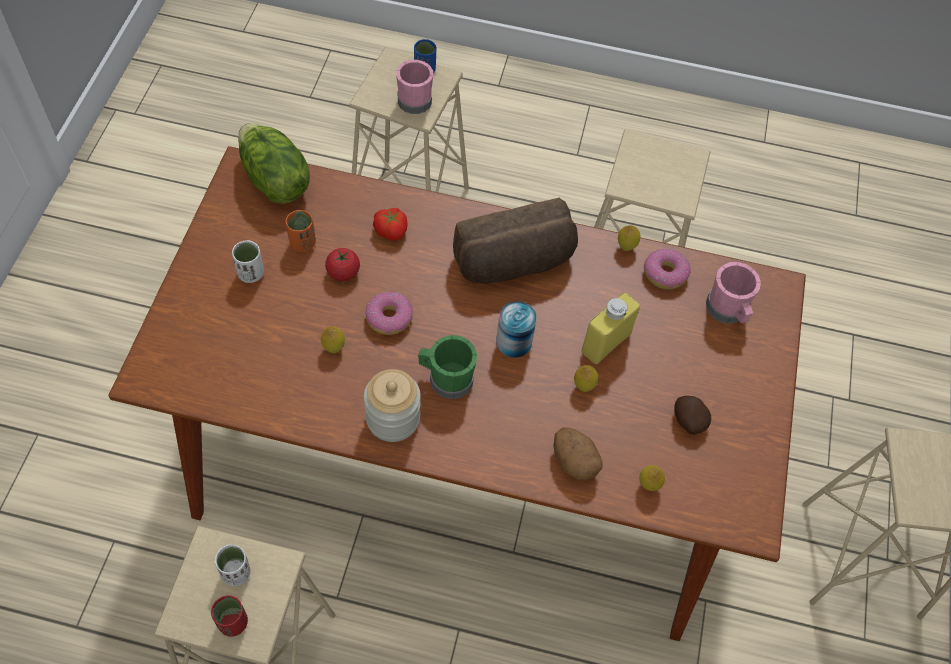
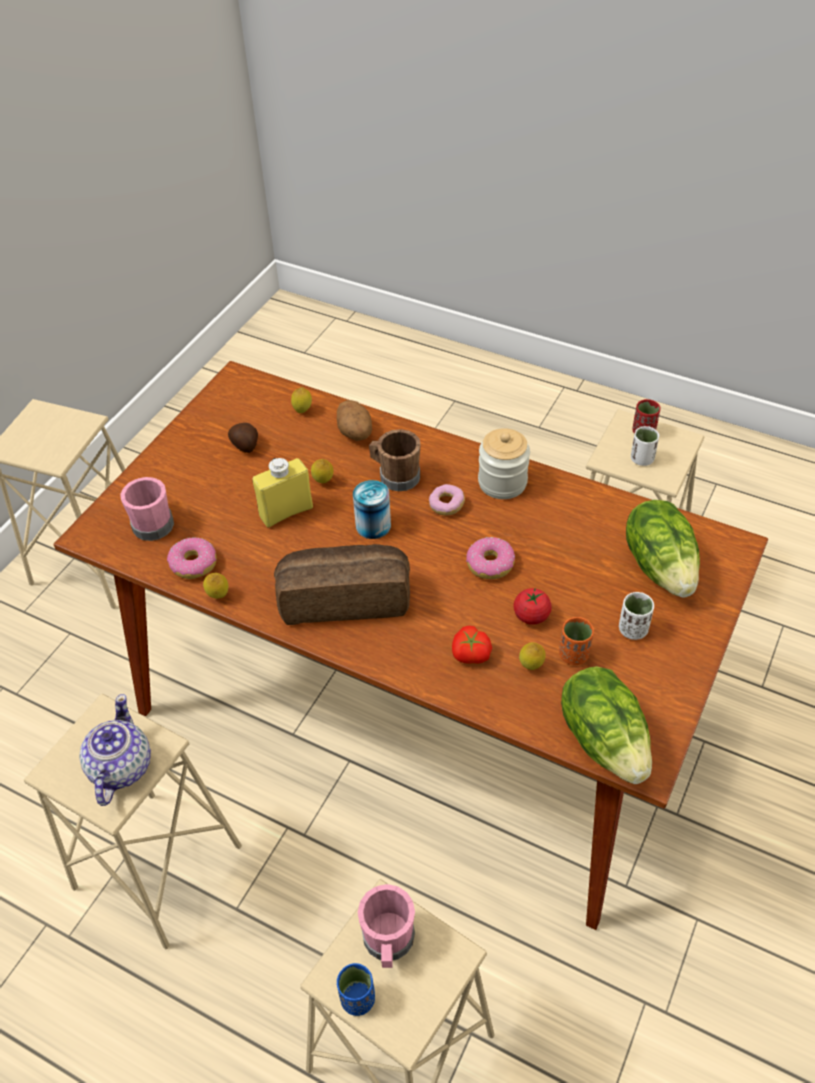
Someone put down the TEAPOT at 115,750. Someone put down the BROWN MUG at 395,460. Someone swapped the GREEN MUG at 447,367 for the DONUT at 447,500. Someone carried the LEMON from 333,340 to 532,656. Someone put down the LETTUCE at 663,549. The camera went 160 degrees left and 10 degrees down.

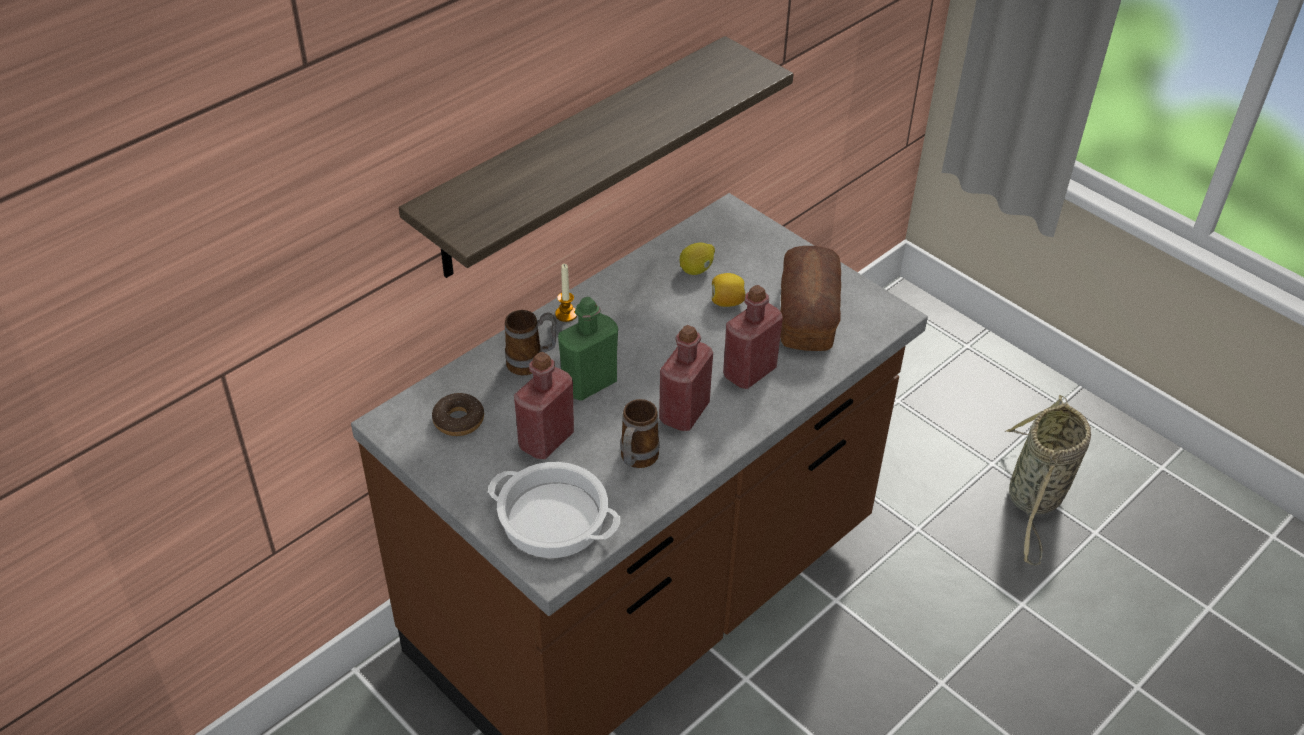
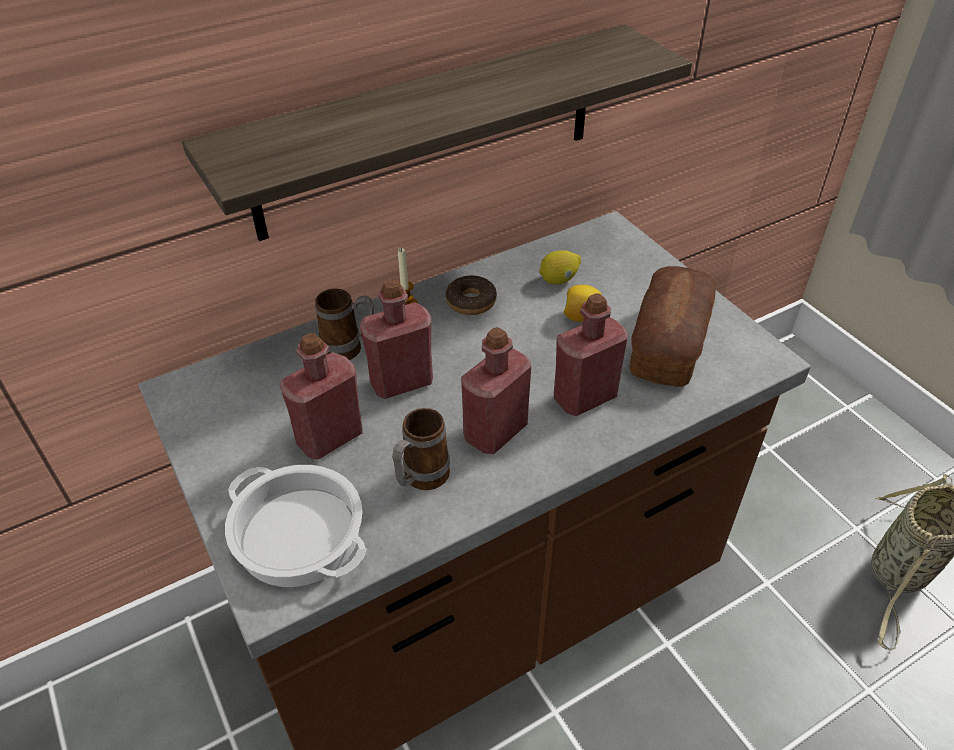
Someone repainted the GREEN BOTTLE at 588,349, which became the RED BOTTLE at 396,339. Someone carried the DONUT from 458,414 to 471,295. The camera went 15 degrees right and 0 degrees up.

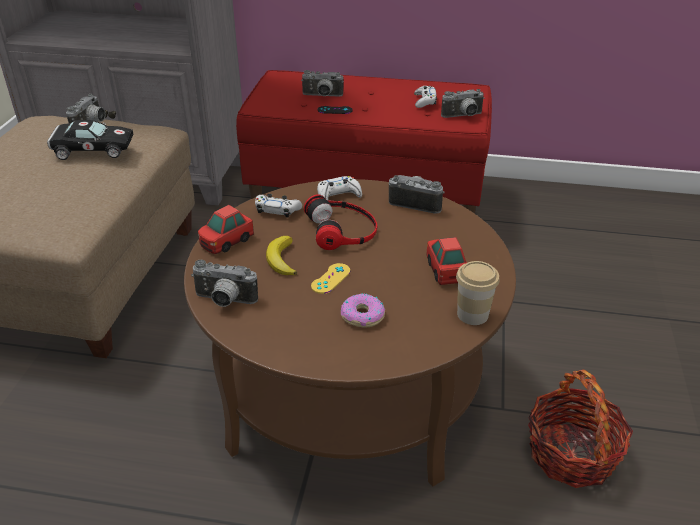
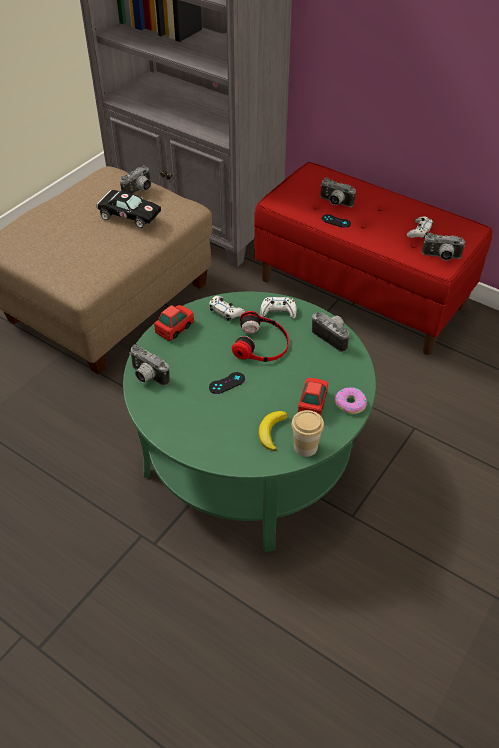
Someone repainted the BROWN COFFEE TABLE at 350,333, which became the GREEN COFFEE TABLE at 249,422. Someone rotated the TOY CAR at 226,229 by 150 degrees clockwise. Someone repainted the YELLOW GAME CONTROLLER at 330,278, which became the BLACK GAME CONTROLLER at 227,383. Someone carried the BANANA from 281,255 to 273,431. Someone carried the DONUT from 363,310 to 350,400. Someone took away the BASKET at 580,428. The camera went 25 degrees right and 10 degrees up.

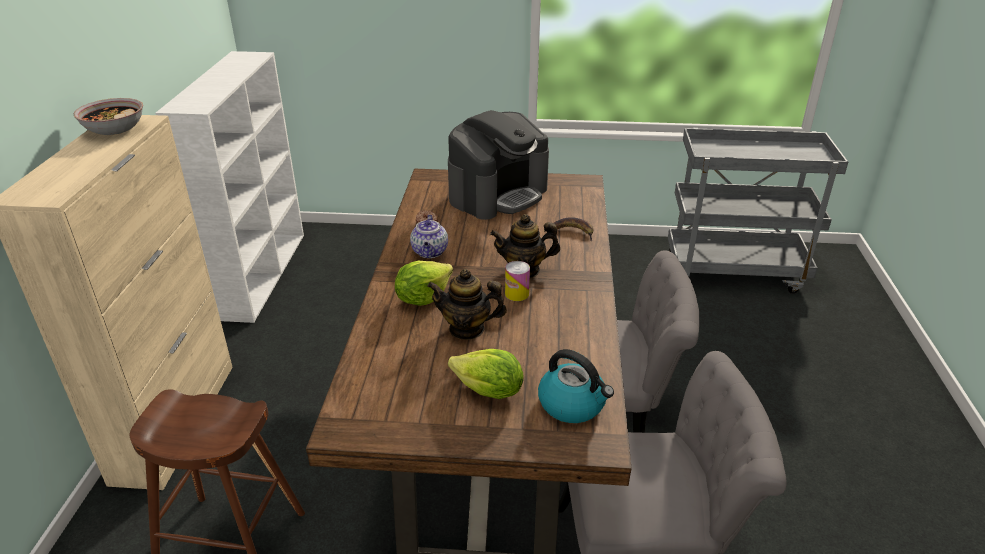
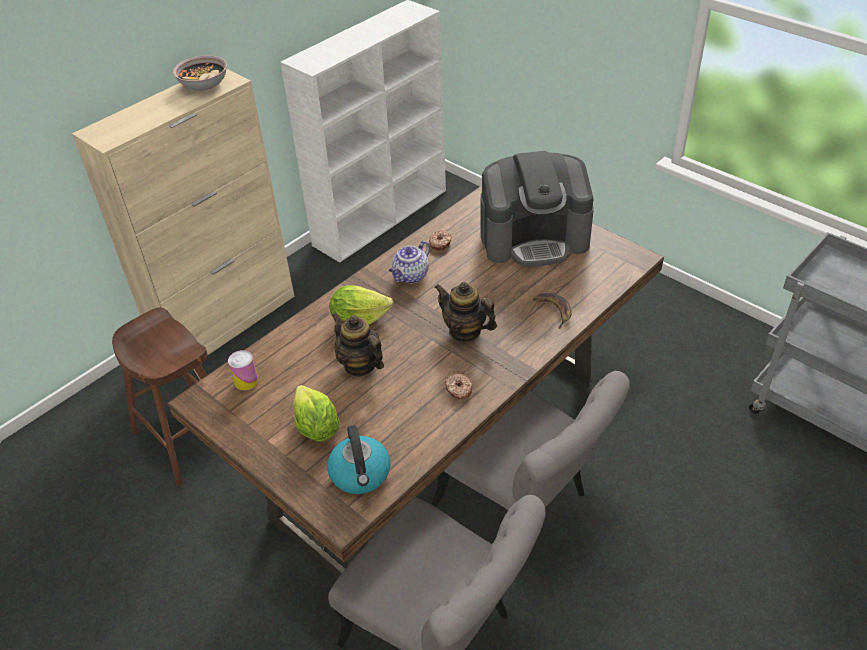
Someone carried the CAN from 517,281 to 243,370. Someone put down the DONUT at 458,386. The camera went 40 degrees right and 10 degrees up.

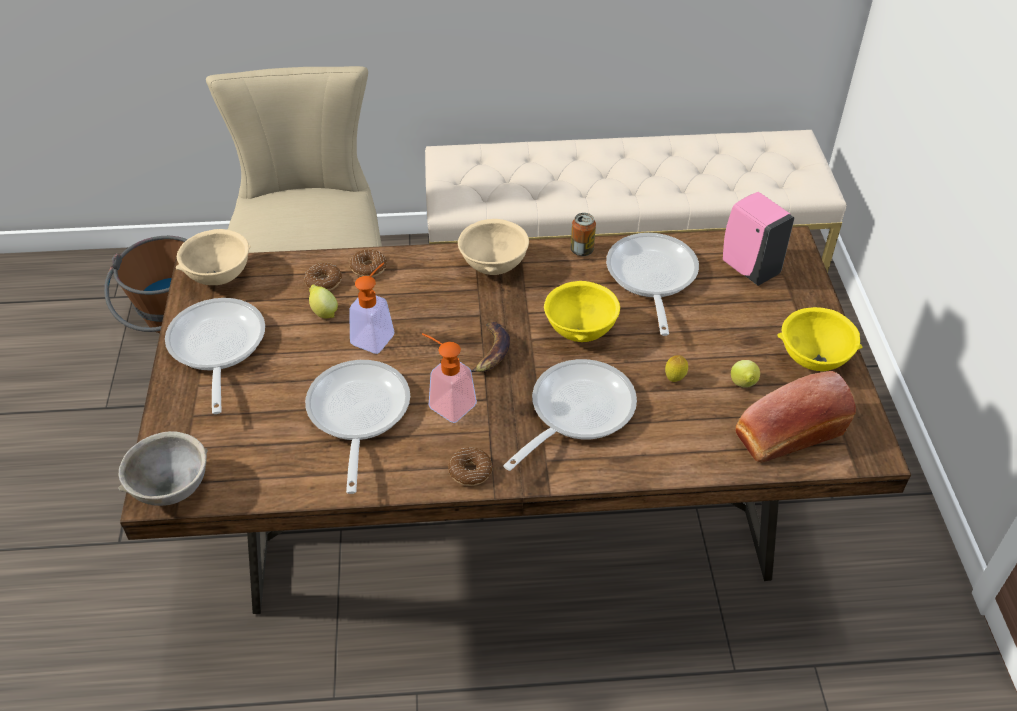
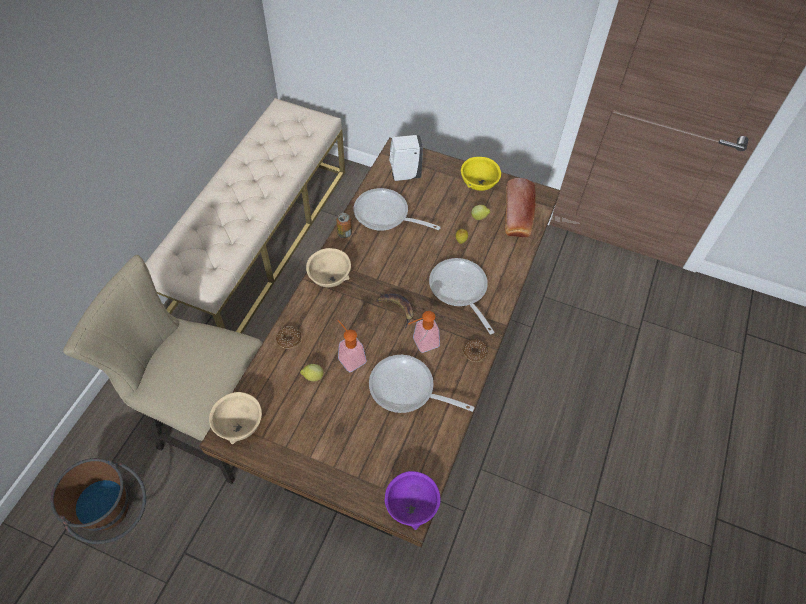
Someone repainted the GREY BOWL at 163,468, which became the PURPLE BOWL at 413,500. Someone repainted the PINK SOAP DISPENSER at 758,239, which became the WHITE SOAP DISPENSER at 406,158. Someone took away the FRYING PAN at 215,356. Someone took away the DONUT at 323,277. Someone took away the YELLOW BOWL at 582,311. The camera went 65 degrees left and 10 degrees up.

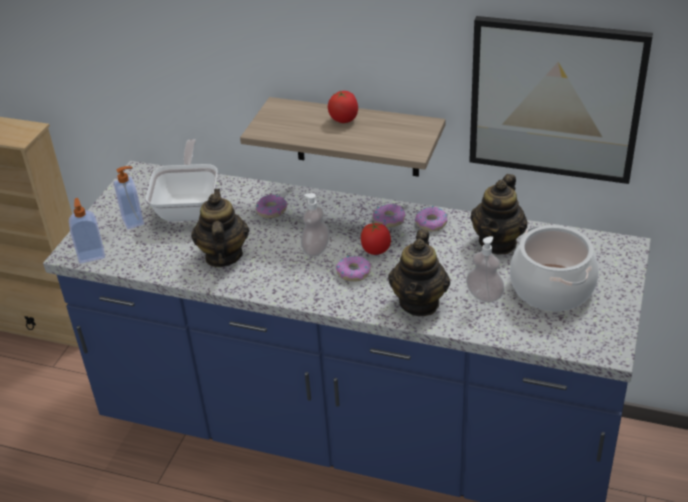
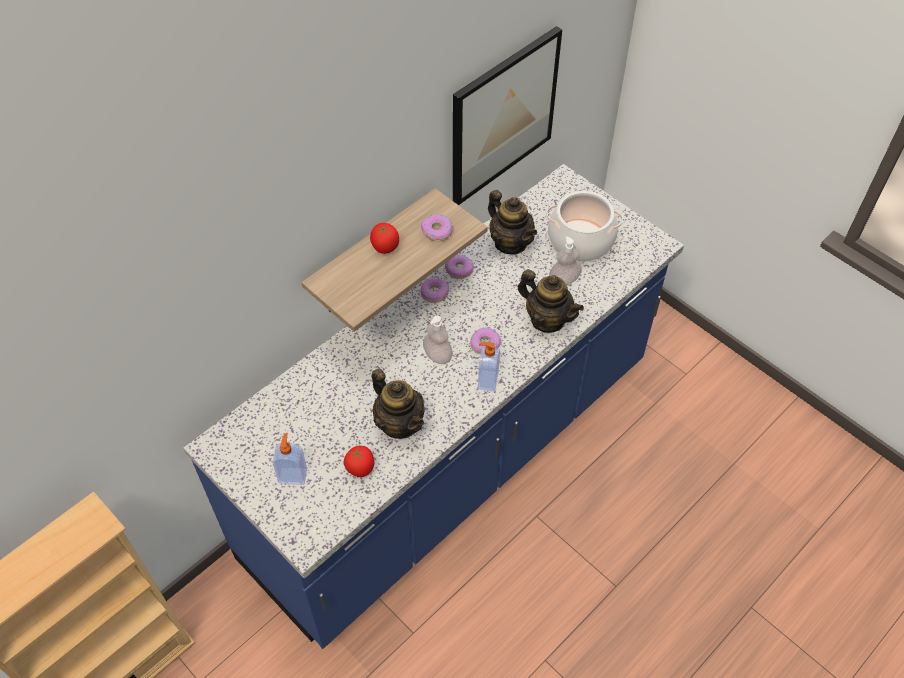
Someone carried the TOMATO from 376,238 to 359,461. Someone rotated the TEAPOT at 220,228 by 150 degrees counterclockwise. Someone carried the DONUT from 271,206 to 437,227. Someone carried the SOAP DISPENSER from 87,230 to 489,367. Someone took away the FRYING PAN at 182,180. The camera went 65 degrees left and 15 degrees up.

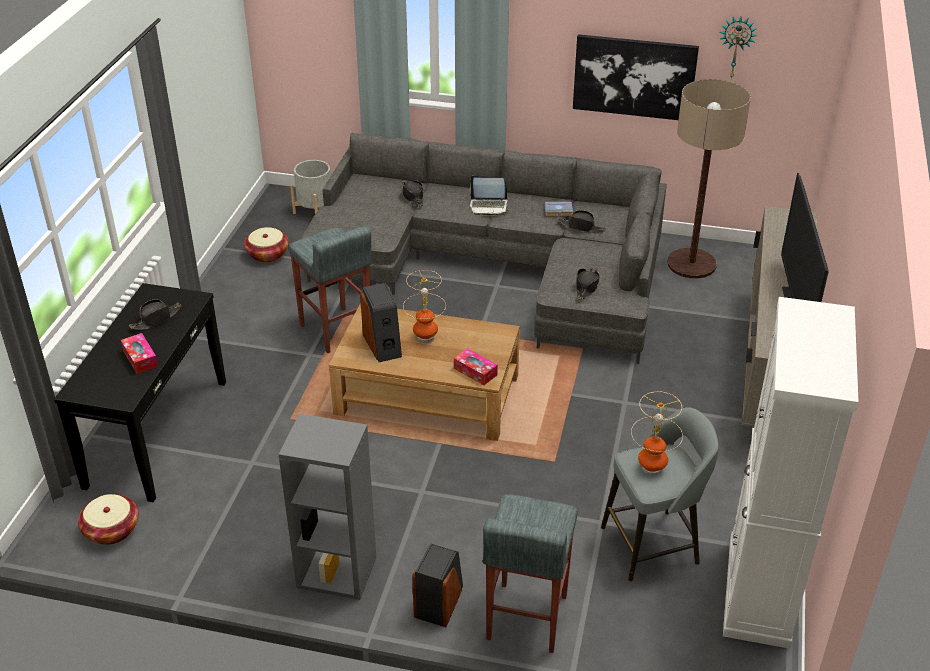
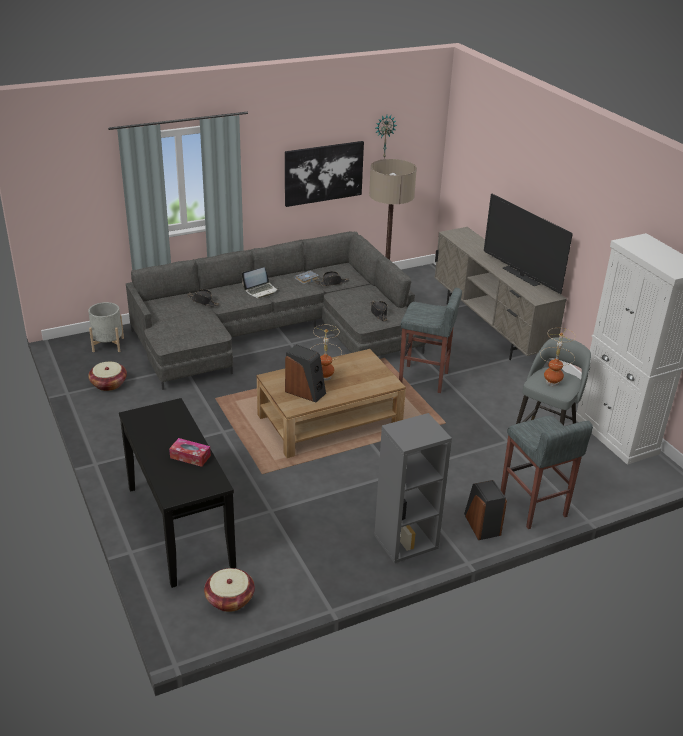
Someone carried the GREY STOOL from 330,289 to 430,340. Someone took away the BLACK HAT at 155,314. Someone took away the TISSUE BOX at 476,366. The camera went 40 degrees left and 5 degrees down.

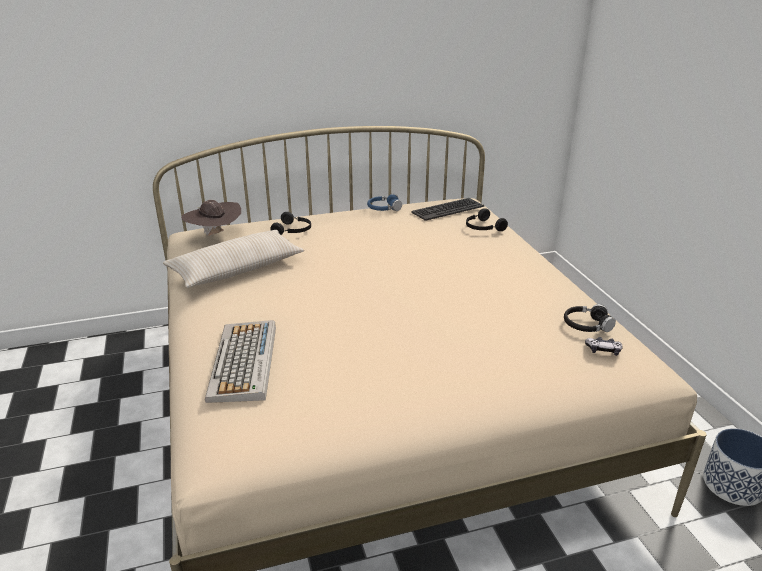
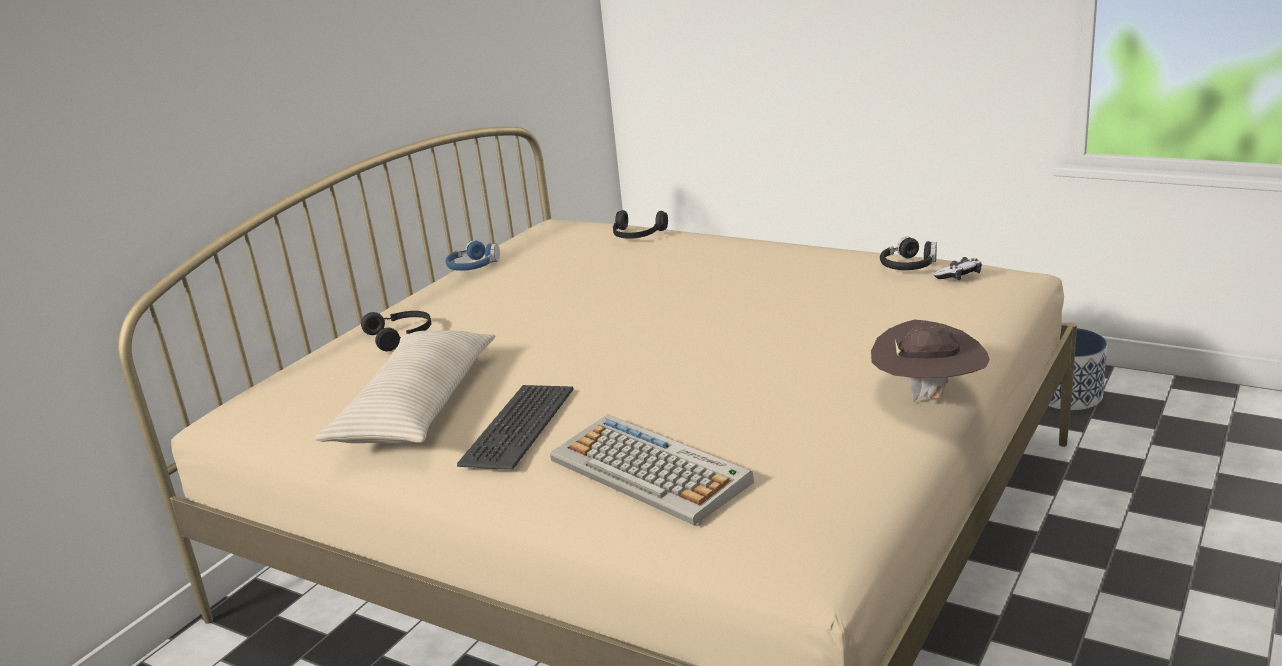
Someone carried the KEYBOARD from 447,209 to 515,427. Someone carried the BROWN HAT from 211,218 to 930,360. The camera went 40 degrees left and 5 degrees down.

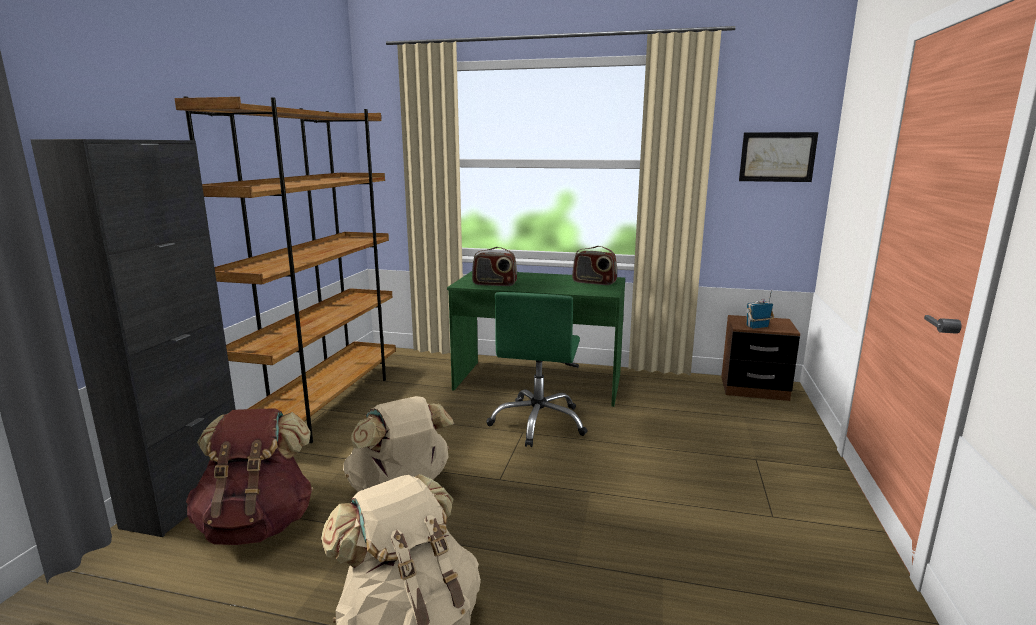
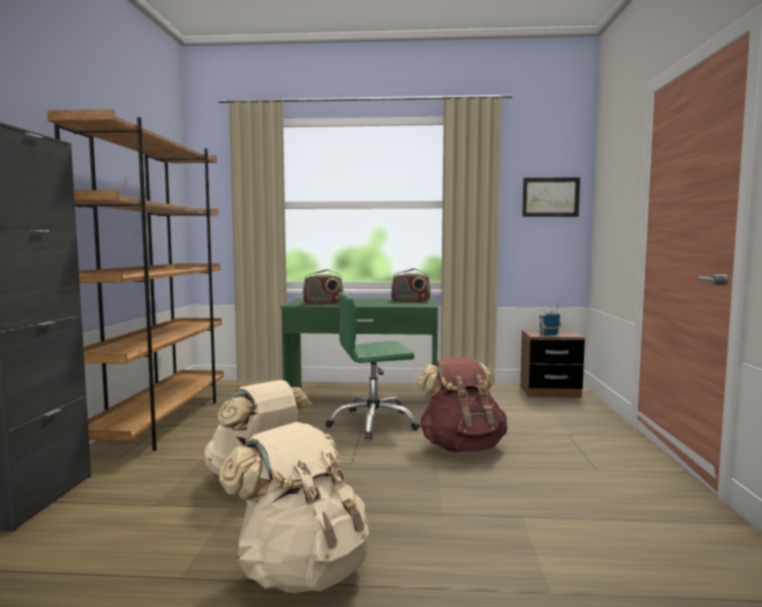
Someone rotated the GREEN OFFICE CHAIR at 536,369 by 75 degrees clockwise. Someone carried the BROWN BACKPACK from 250,476 to 462,404. The camera went 10 degrees left and 10 degrees down.

